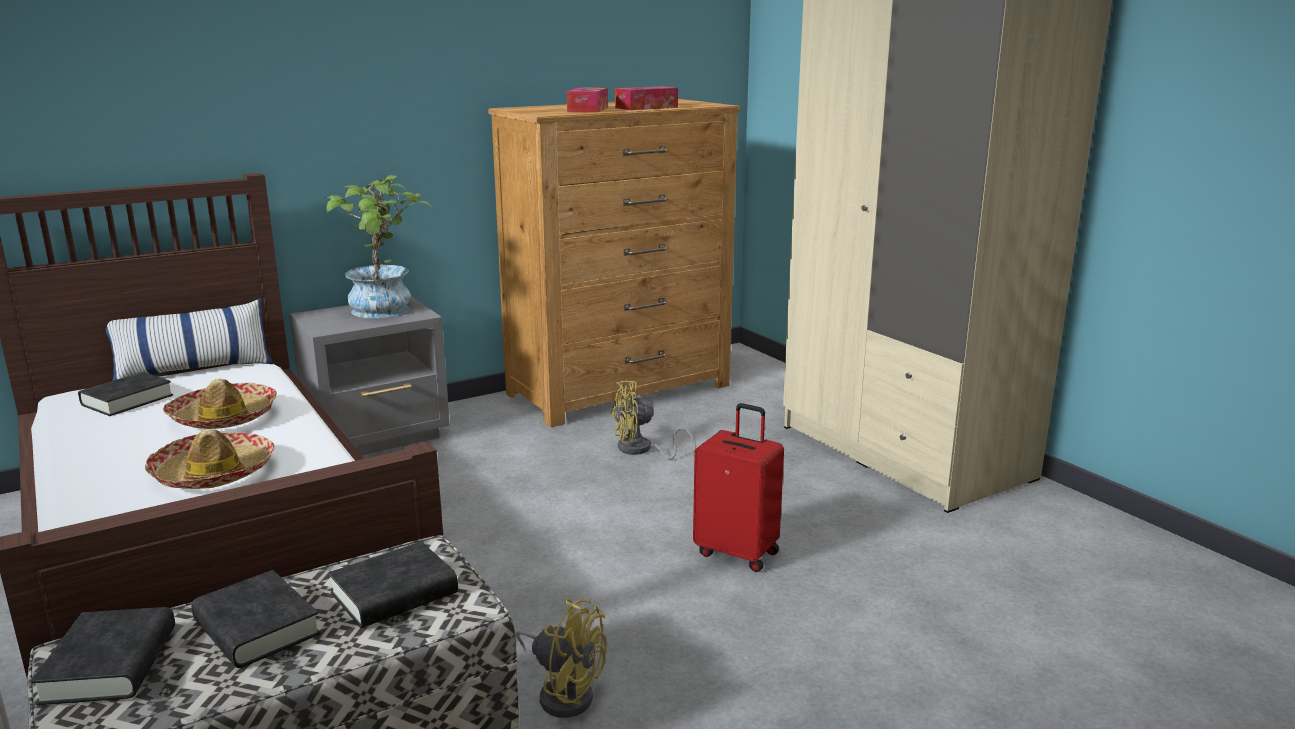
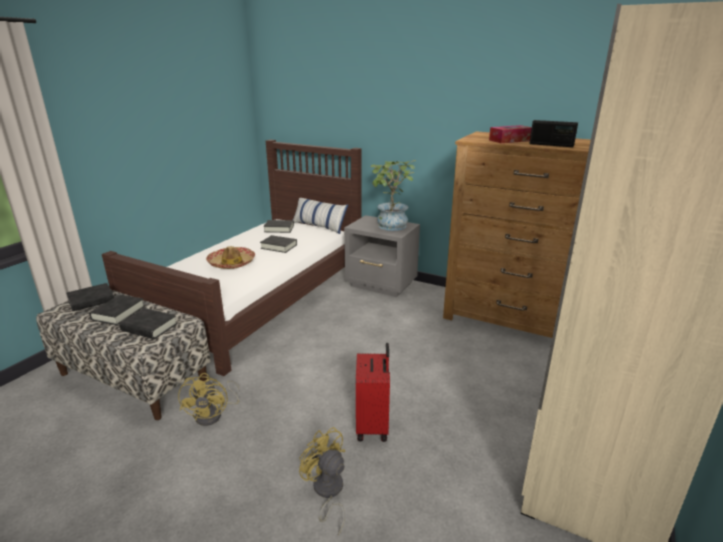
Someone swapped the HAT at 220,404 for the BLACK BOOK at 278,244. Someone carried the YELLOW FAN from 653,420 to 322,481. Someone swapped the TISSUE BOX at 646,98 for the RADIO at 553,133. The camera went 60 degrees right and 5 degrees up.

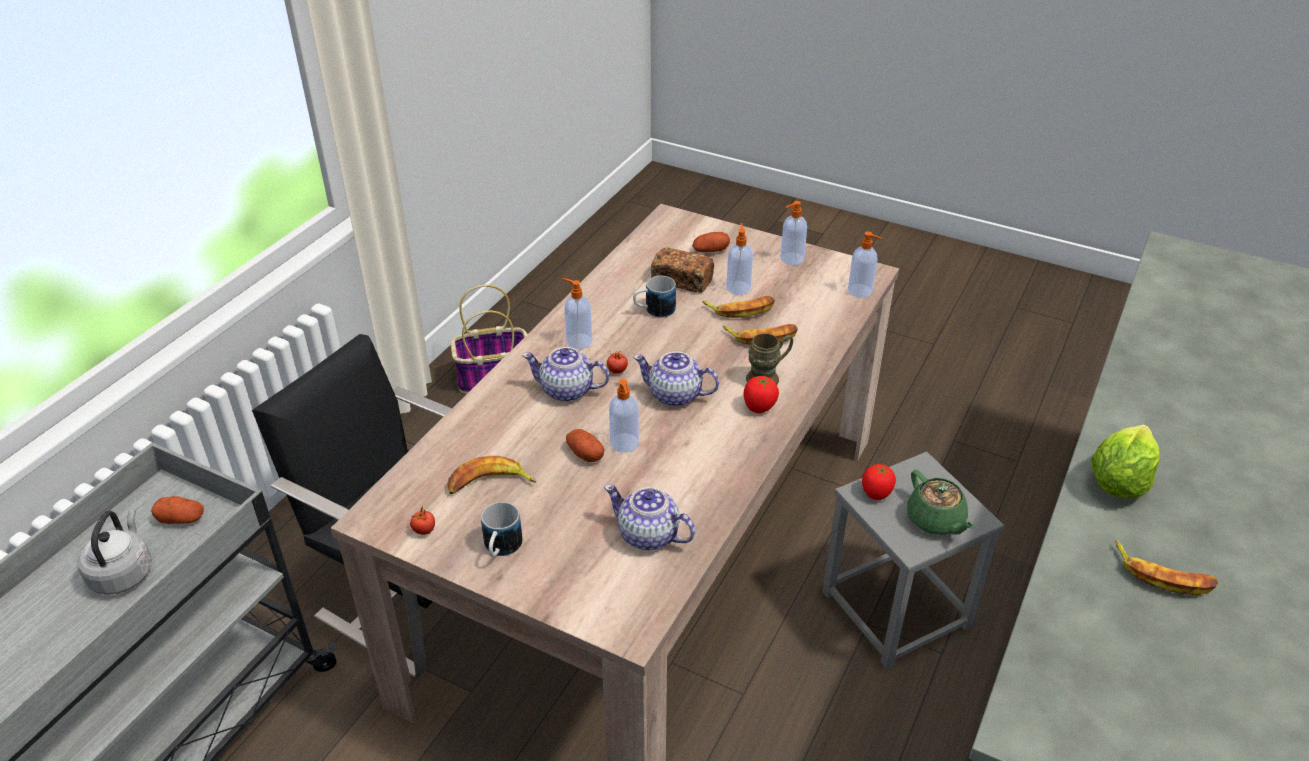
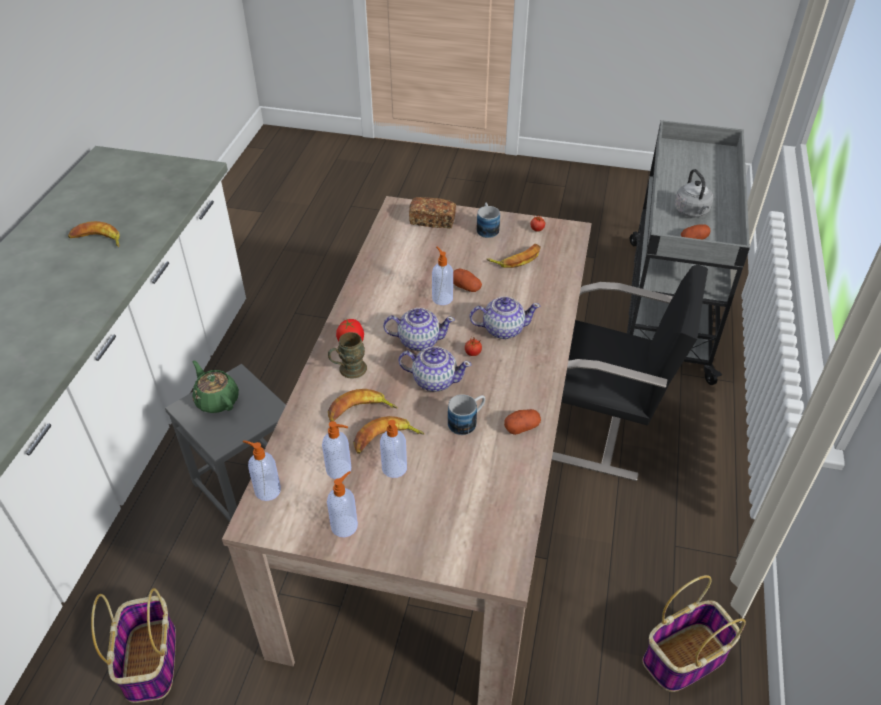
Someone put down the BASKET at 133,645. Someone carried the SOAP DISPENSER from 577,313 to 336,450. Someone carried the TEAPOT from 649,517 to 435,369. Someone carried the BREAD from 682,270 to 432,213. Someone carried the POTATO from 711,242 to 522,422. Someone took away the TOMATO at 879,482. Someone took away the LETTUCE at 1125,461. The camera went 165 degrees right and 5 degrees up.

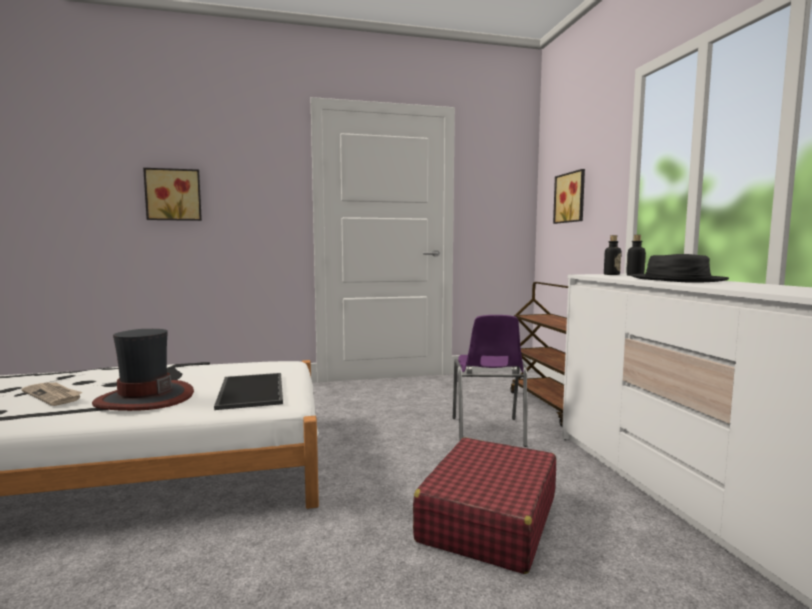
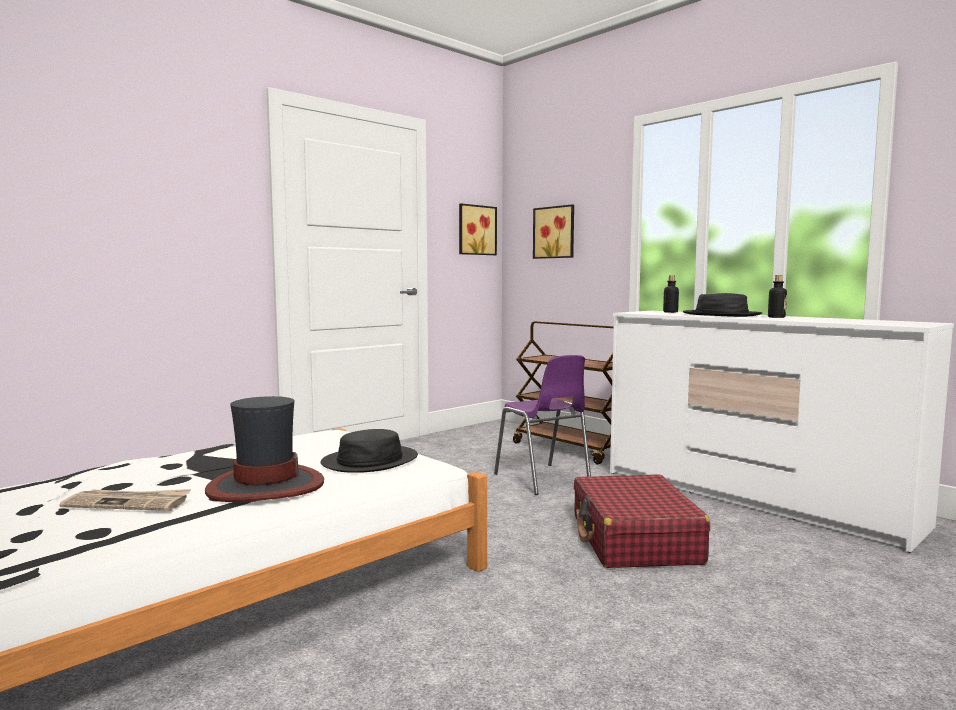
Someone swapped the TRAY at 248,391 for the BLACK HAT at 369,451. Someone carried the PICTURE from 172,194 to 478,229. Someone carried the BOTTLE from 612,255 to 777,296. The camera went 30 degrees left and 0 degrees up.

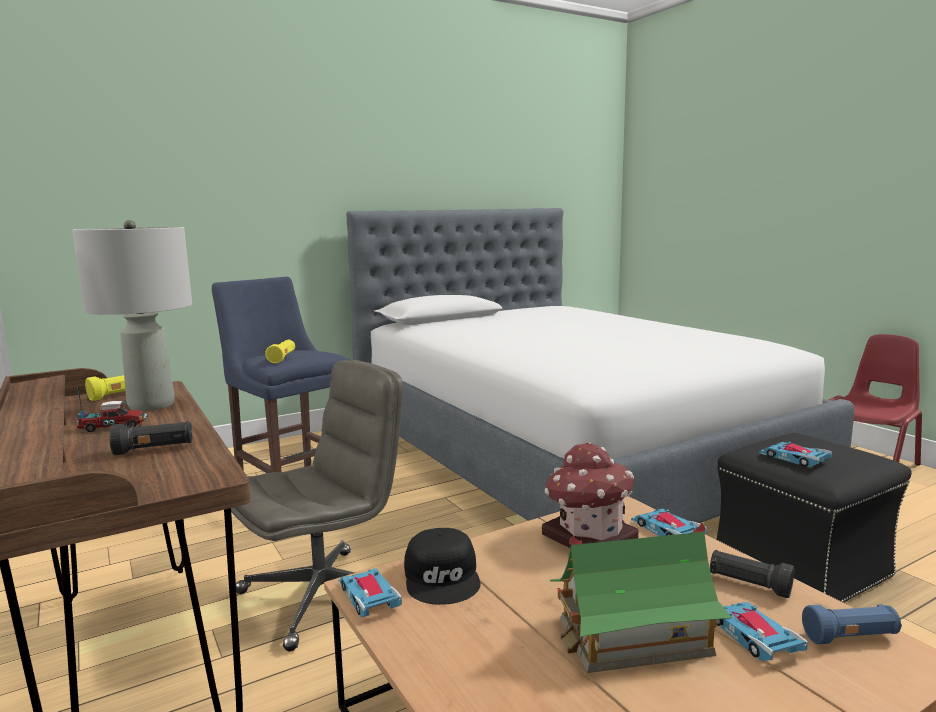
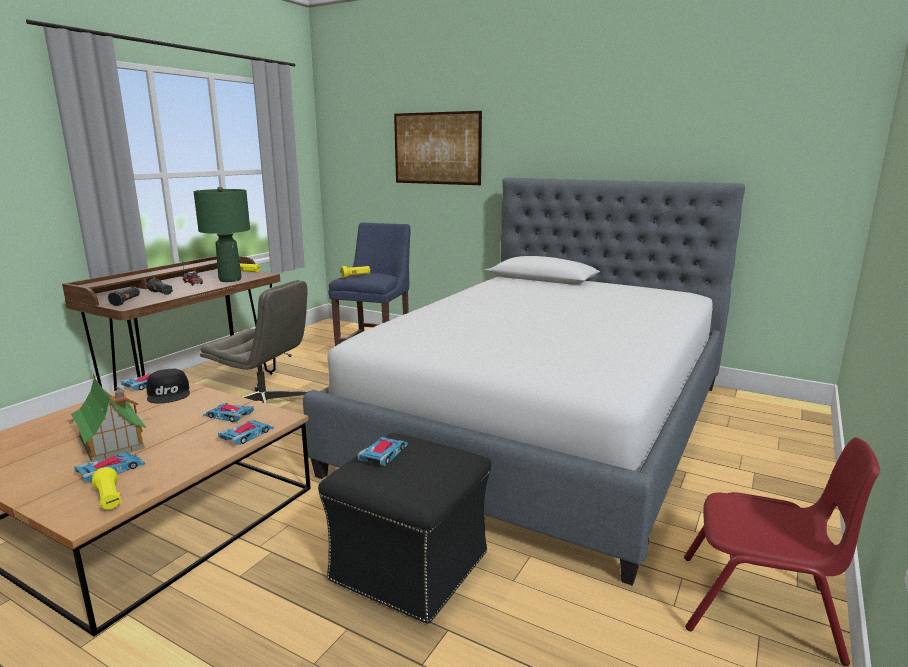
Someone repainted the BLUE FLASHLIGHT at 852,624, which became the YELLOW FLASHLIGHT at 106,488. Someone carried the BLACK FLASHLIGHT from 752,574 to 124,296. Someone rotated the BLACK CAP at 442,566 by 75 degrees counterclockwise. Someone repainted the GREY TABLE LAMP at 132,315, which became the GREEN TABLE LAMP at 221,234. Someone swapped the TOY HOUSE at 590,495 for the TOY CAR at 228,412. Someone put up the PICTURE at 438,148. The camera went 60 degrees right and 5 degrees up.

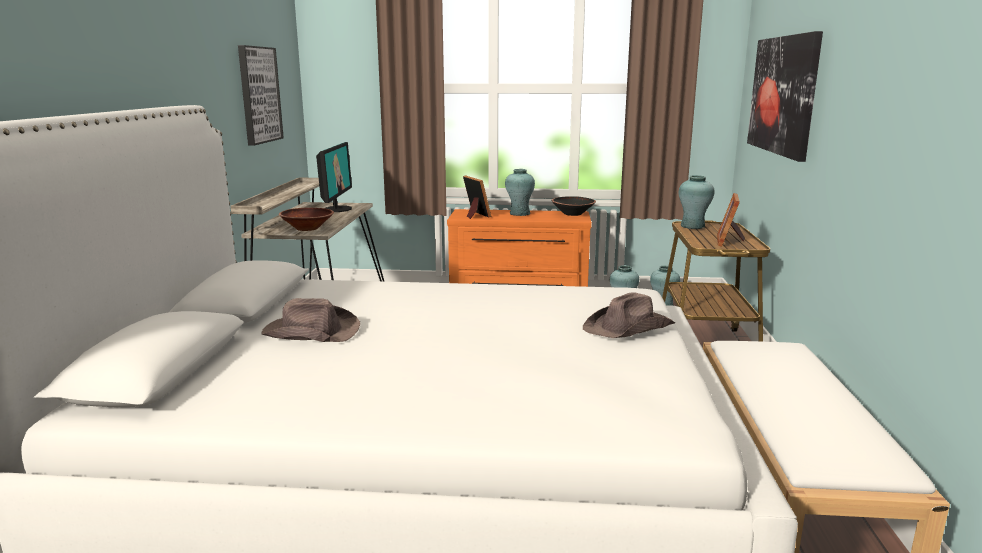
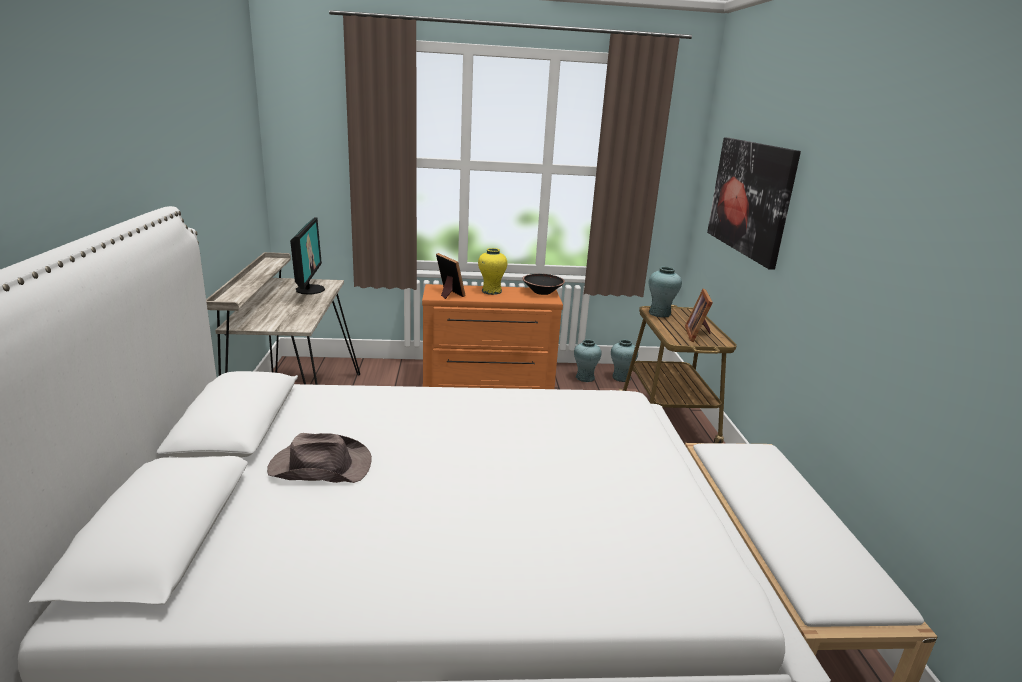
Someone repainted the TURQUOISE VASE at 520,192, which became the YELLOW VASE at 492,271. Someone took away the PICTURE at 261,95. Someone took away the BROWN BOWL at 306,219. Someone took away the BROWN HAT at 629,315. The camera went 10 degrees left and 5 degrees up.

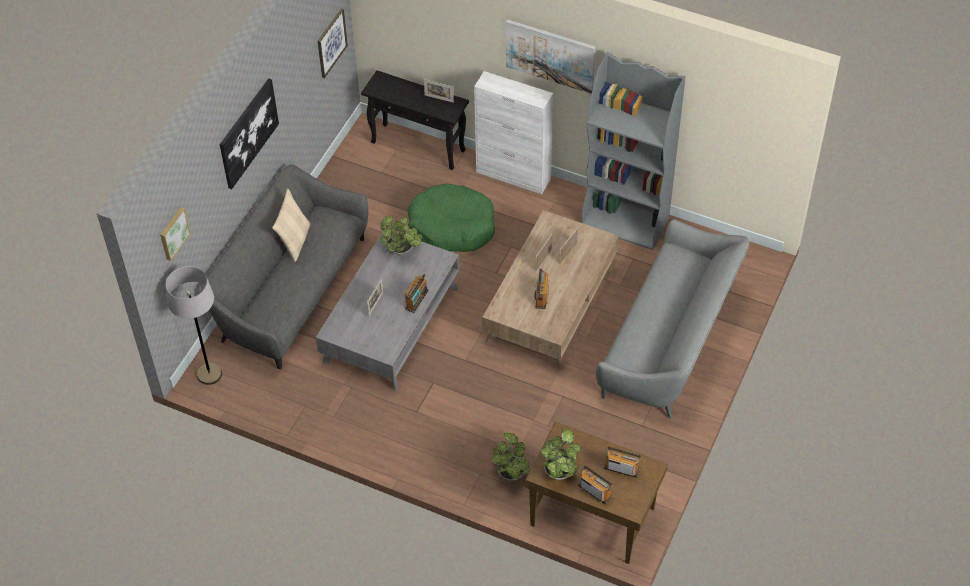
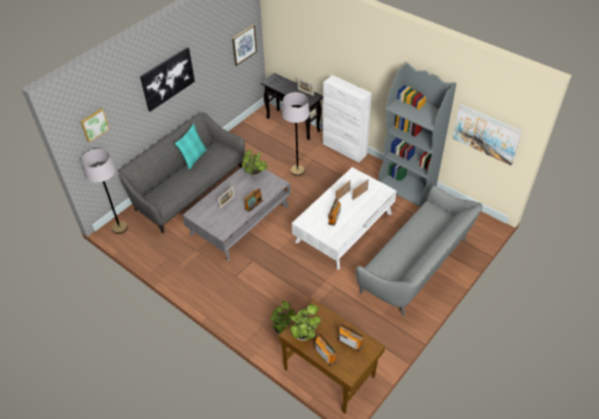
Someone repainted the BEIGE PILLOW at 291,225, which became the TURQUOISE PILLOW at 191,146. Someone swapped the GREEN DOG BED at 451,217 for the GREY FLOOR LAMP at 296,134. Someone repainted the BROWN COFFEE TABLE at 550,290, which became the WHITE COFFEE TABLE at 344,218. Someone carried the PICTURE from 550,56 to 487,135. The camera went 15 degrees right and 5 degrees down.

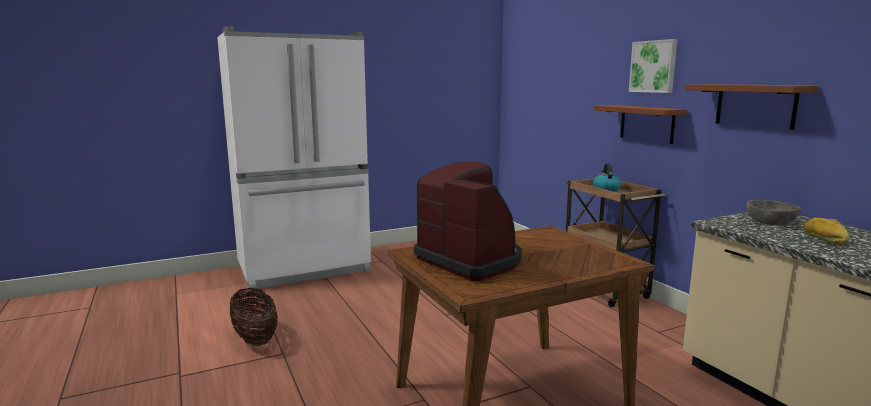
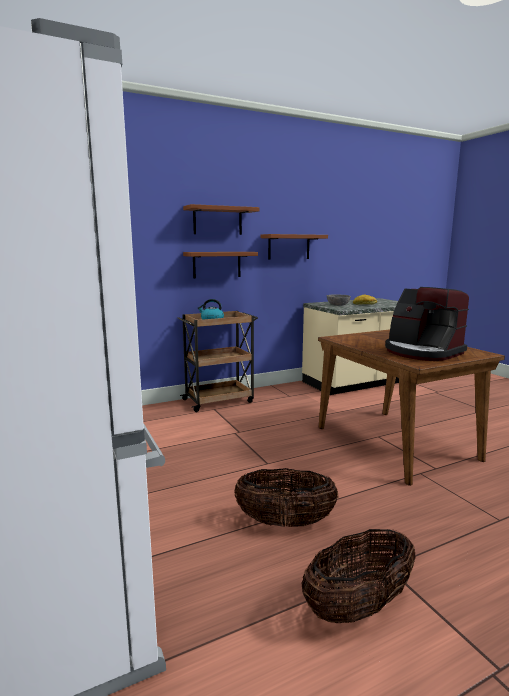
Someone swapped the PICTURE at 653,66 for the BROWN SHELF at 221,219. Someone put down the BASKET at 286,497. Someone rotated the COFFEE MACHINE at 468,221 by 90 degrees counterclockwise. The camera went 90 degrees left and 0 degrees up.

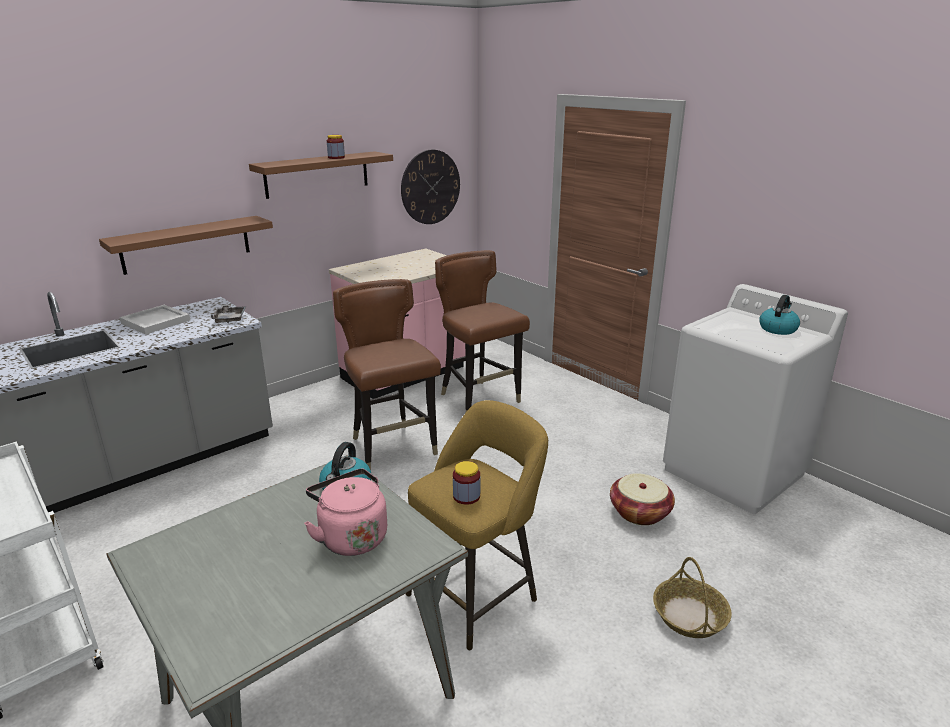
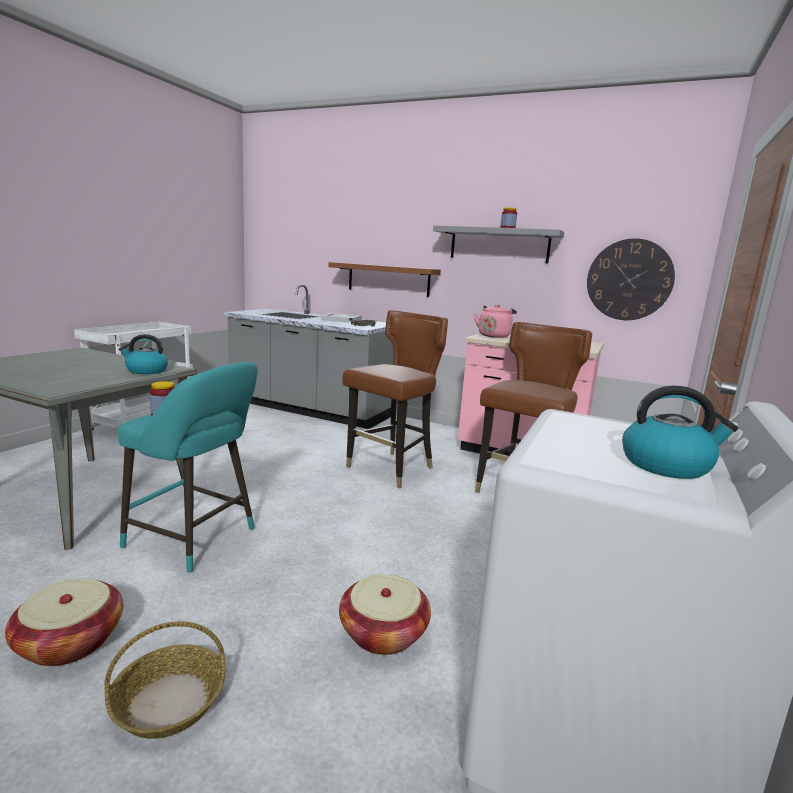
Someone put down the BASKET at 64,622. Someone repainted the YELLOW STOOL at 477,525, which became the TURQUOISE STOOL at 187,467. Someone repainted the BROWN SHELF at 321,175, which became the GREY SHELF at 498,244. Someone carried the PINK KETTLE from 345,512 to 495,321. The camera went 65 degrees right and 10 degrees down.

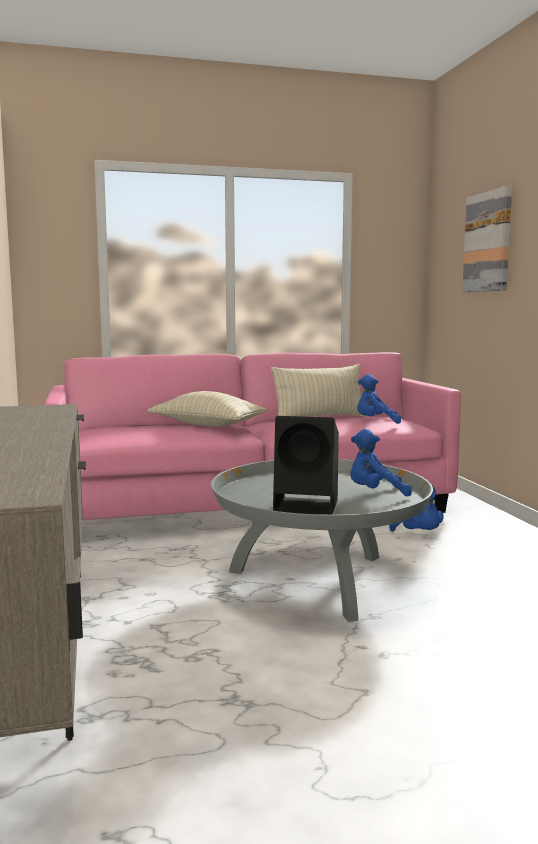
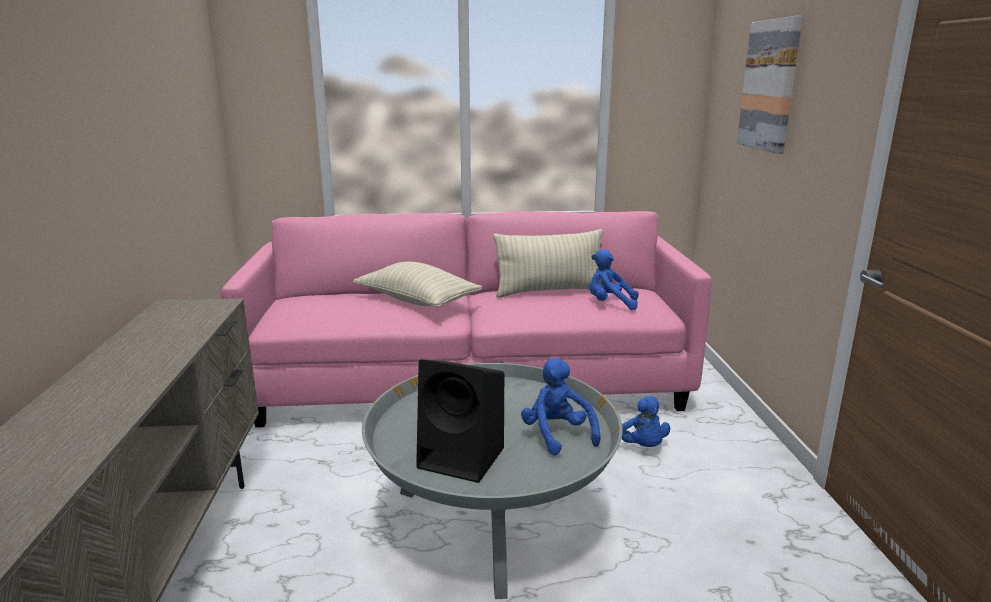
Someone rotated the BLUE PLUSH TOY at 381,462 by 60 degrees clockwise. The camera went 10 degrees right and 10 degrees up.

